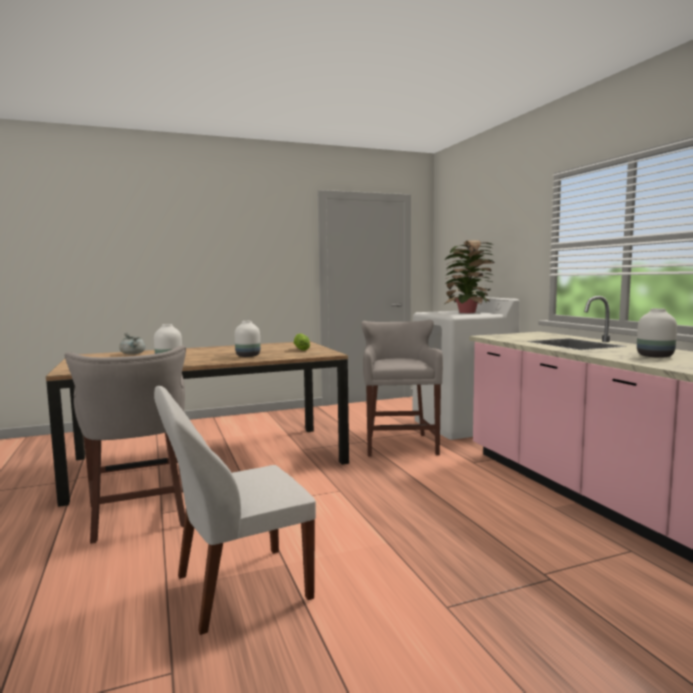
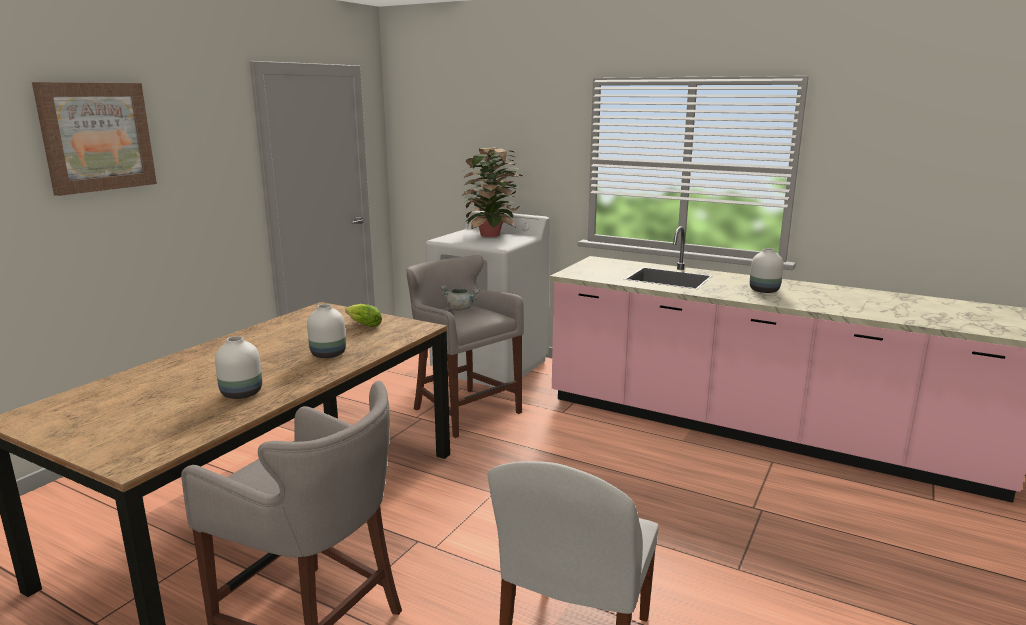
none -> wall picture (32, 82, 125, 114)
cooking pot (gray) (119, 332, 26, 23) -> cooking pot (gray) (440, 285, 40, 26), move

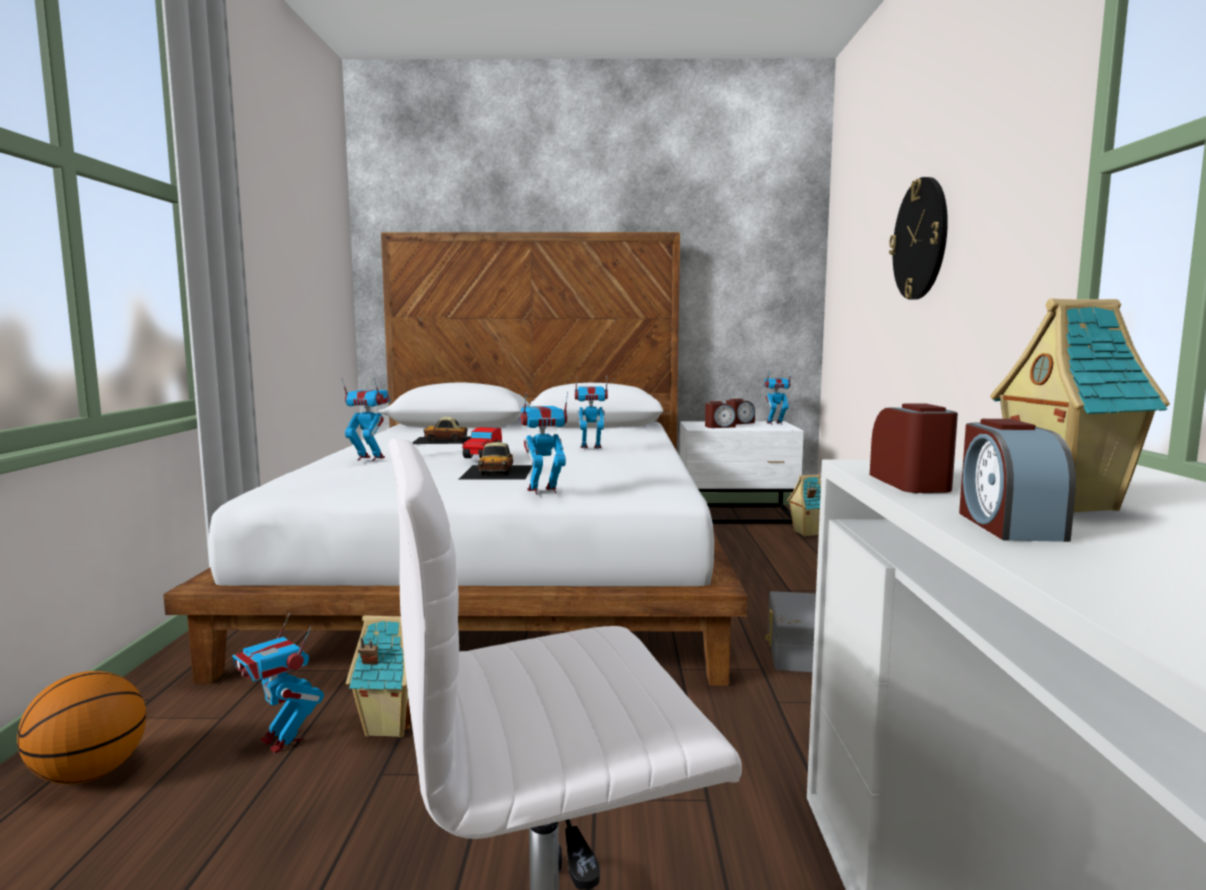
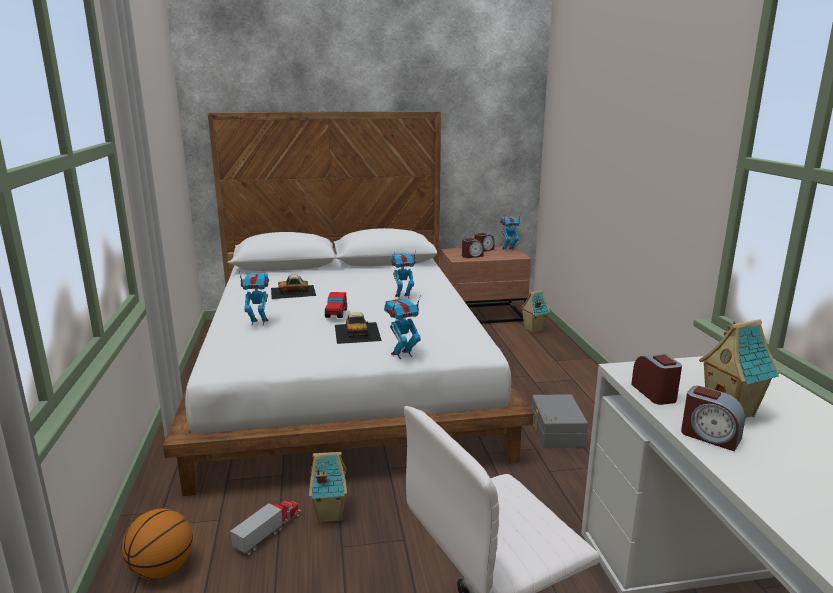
robot figure (232, 613, 92, 140) -> toy truck (230, 498, 71, 58)
night table (white-coloured) (679, 421, 125, 103) -> night table (brownish) (440, 246, 91, 78)
alarm clock (959, 419, 117, 123) -> alarm clock (681, 386, 65, 65), 45 degrees counterclockwise
wall clock (889, 177, 59, 123) -> none

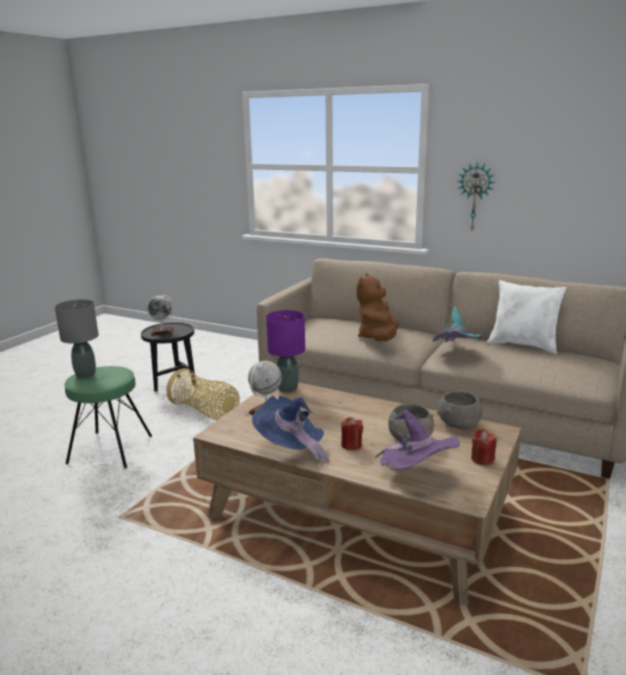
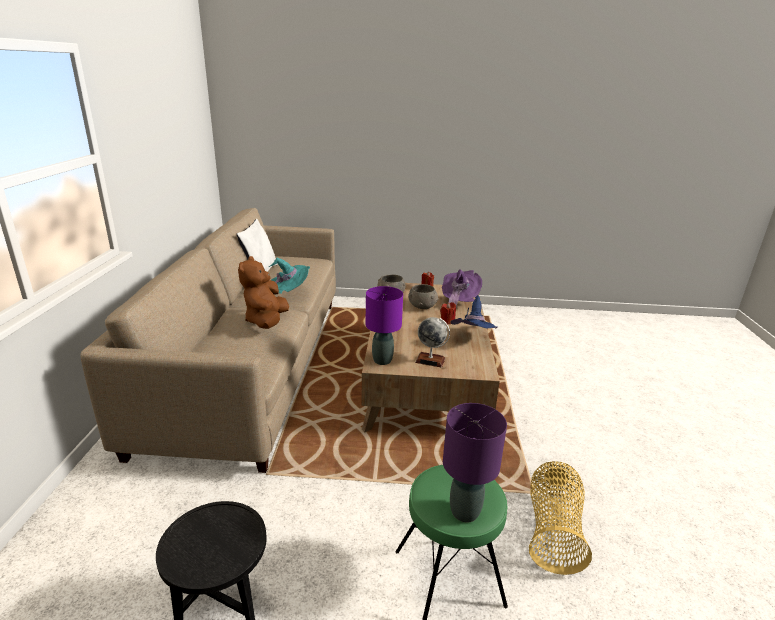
soft toy (brownish) (356, 273, 43, 68) -> soft toy (brownish) (238, 256, 51, 73), 105 degrees clockwise
lamp for a table (gray) (55, 299, 44, 79) -> lamp for a table (purple) (443, 403, 64, 120)
basket (166, 368, 74, 52) -> basket (529, 461, 63, 114), move
globe (147, 294, 27, 42) -> none
wall clock (457, 161, 38, 69) -> none

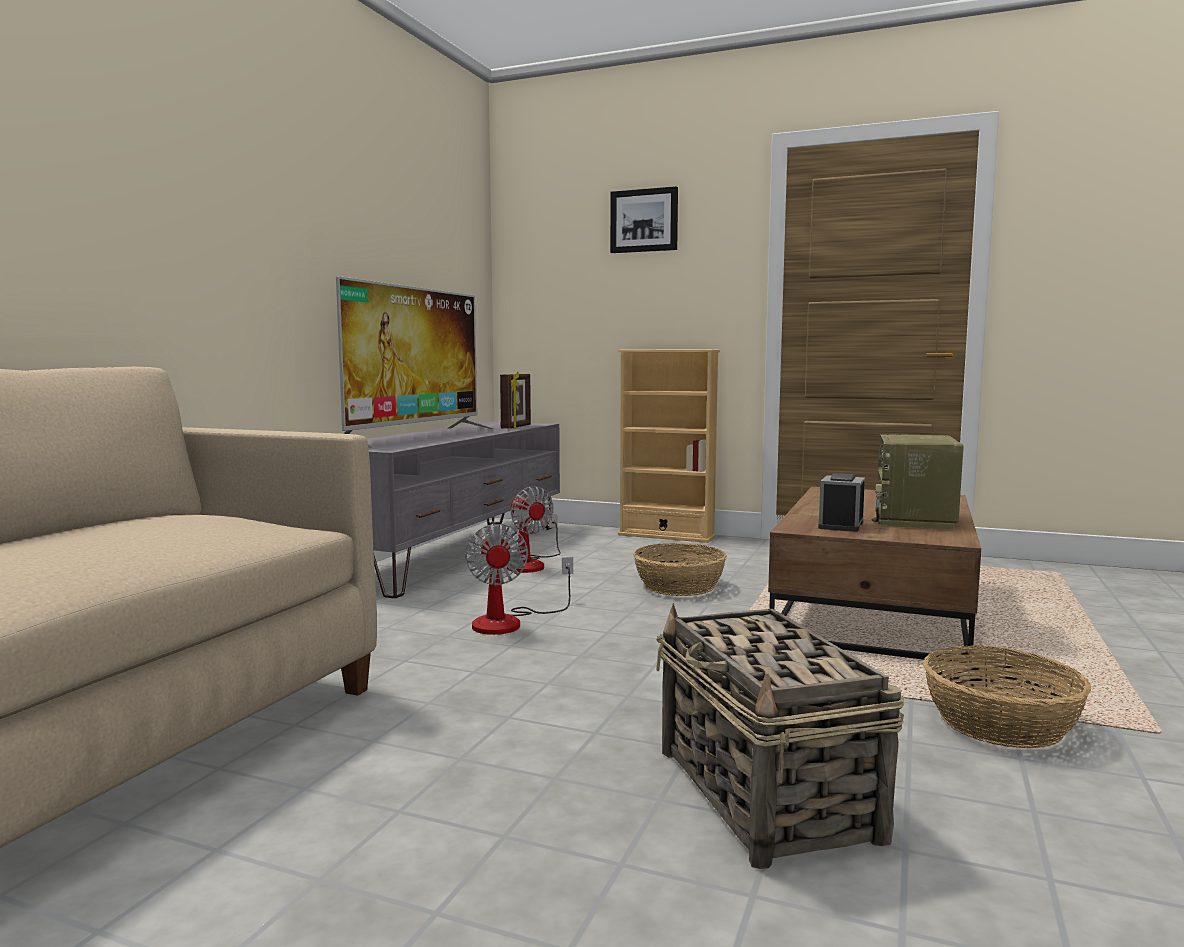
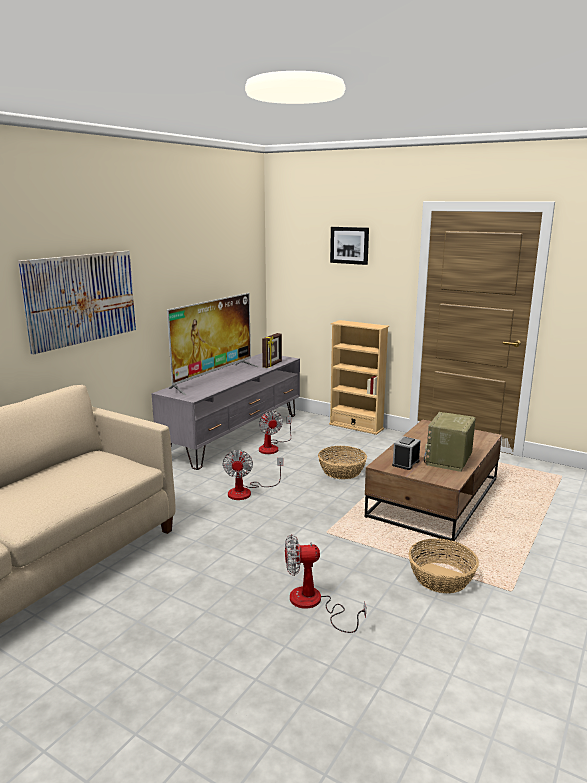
none -> wall picture (18, 251, 118, 104)
basket (656, 603, 249, 266) -> fan (285, 534, 81, 99)

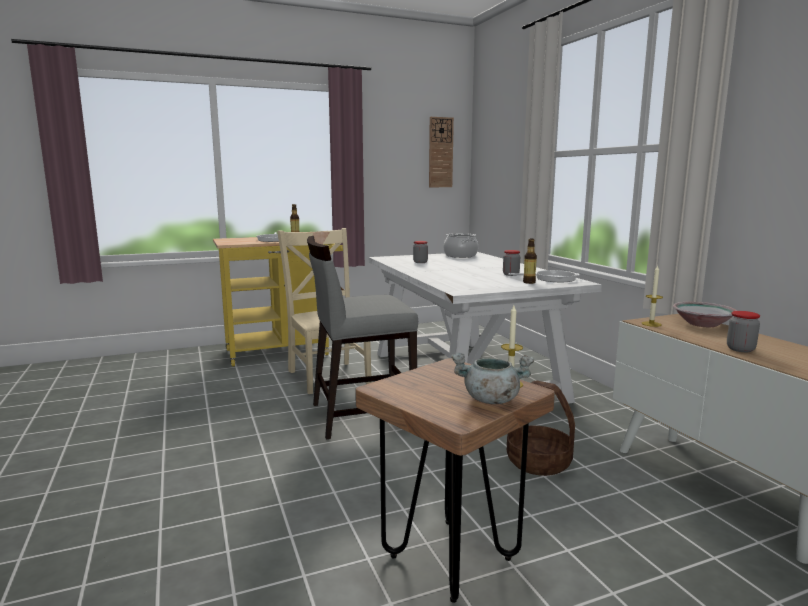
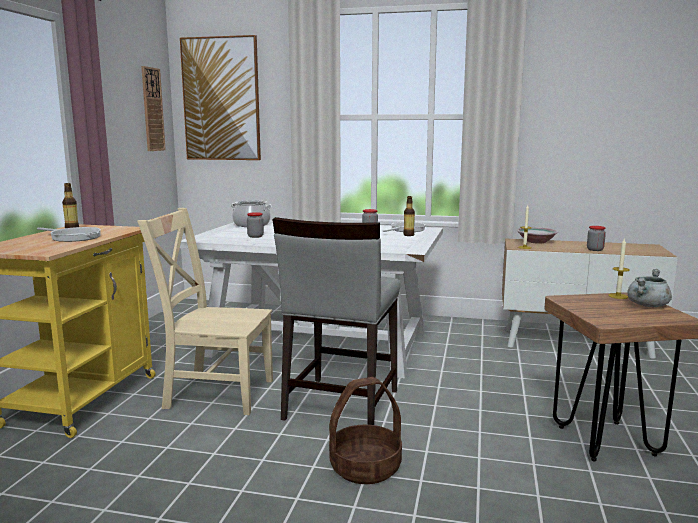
none -> wall picture (180, 35, 81, 125)
basket (507, 381, 68, 95) -> basket (329, 377, 73, 107), move

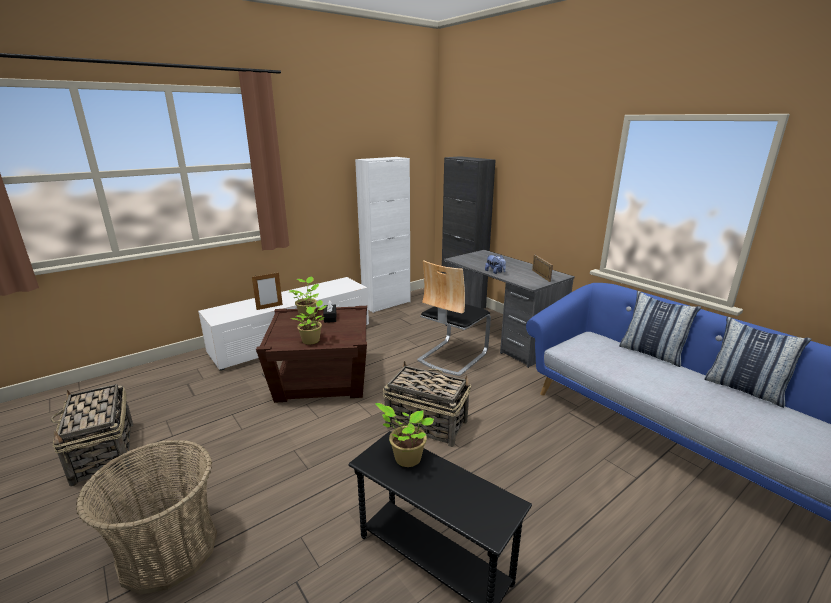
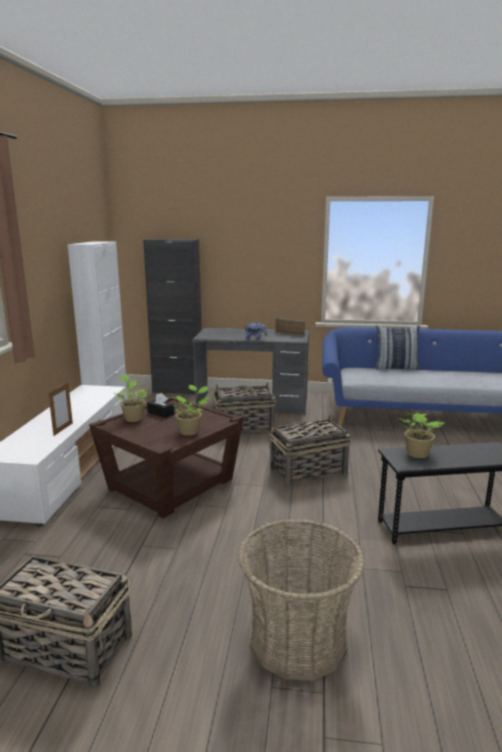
plain chair (417, 260, 74, 116) -> basket (213, 382, 63, 51)
cushion (704, 316, 107, 92) -> none

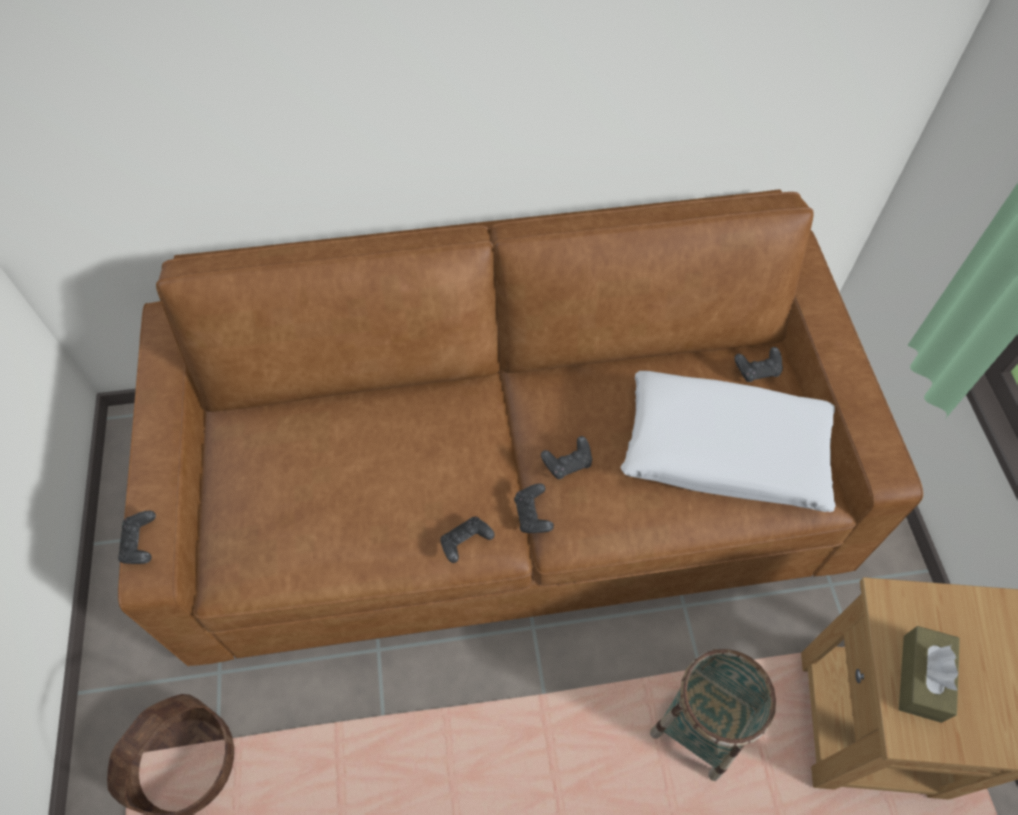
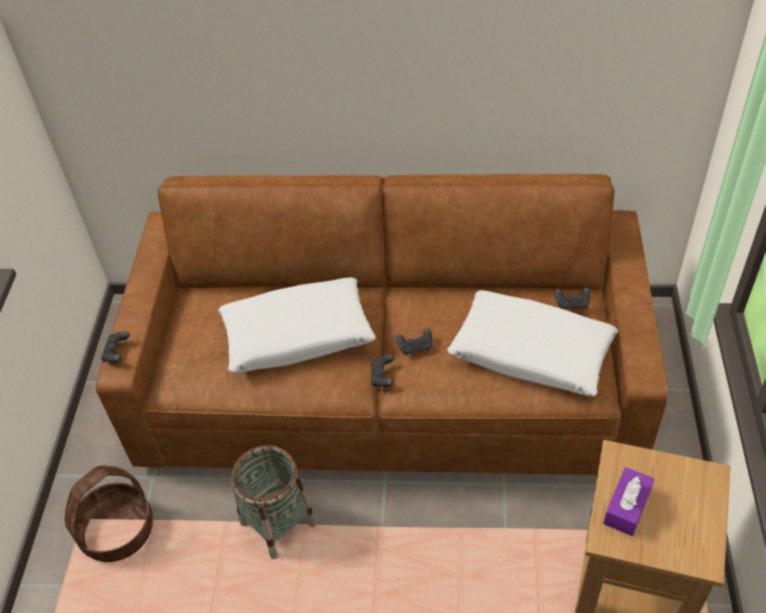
none -> cushion (white-coloured) (219, 277, 157, 95)
basket (650, 649, 126, 132) -> basket (231, 445, 86, 114), move
tissue holder (brownish) (899, 626, 61, 97) -> tissue holder (purple) (603, 467, 51, 69)
gamepad (black-coloured) (440, 516, 55, 47) -> none

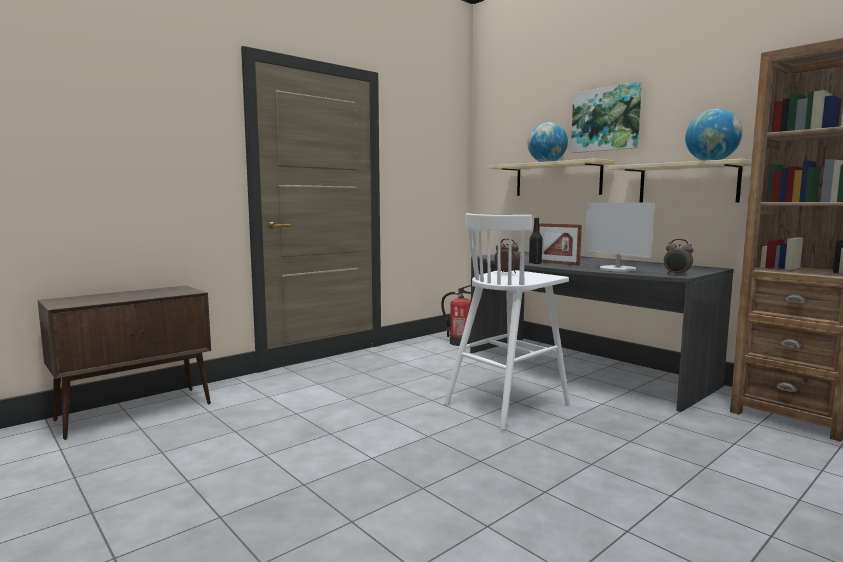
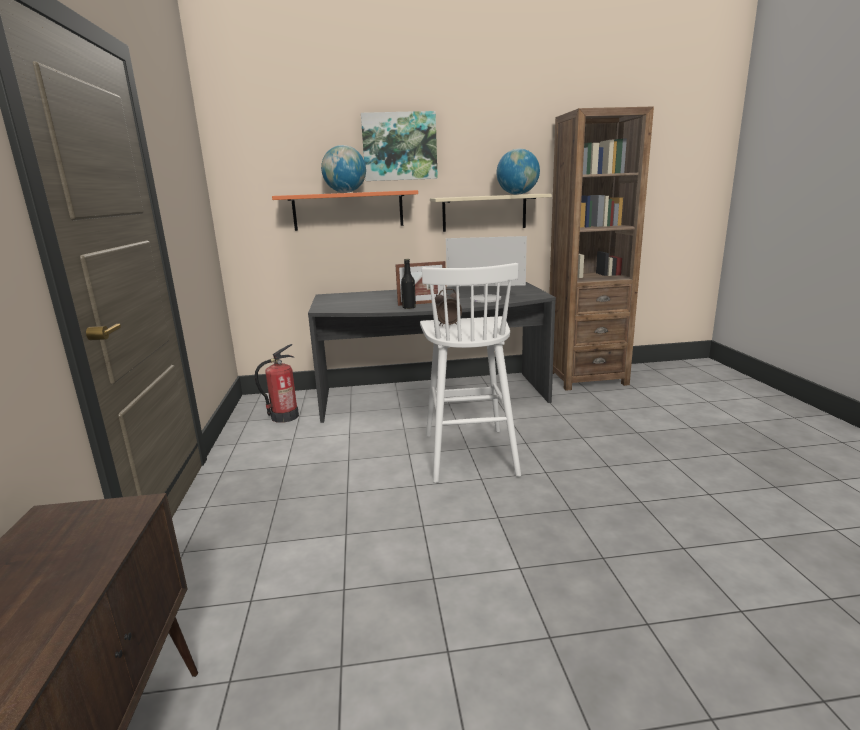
bracket shelf (beige-coloured) (489, 158, 126, 38) -> bracket shelf (orangey) (272, 190, 146, 41)
alarm clock (664, 239, 29, 37) -> none

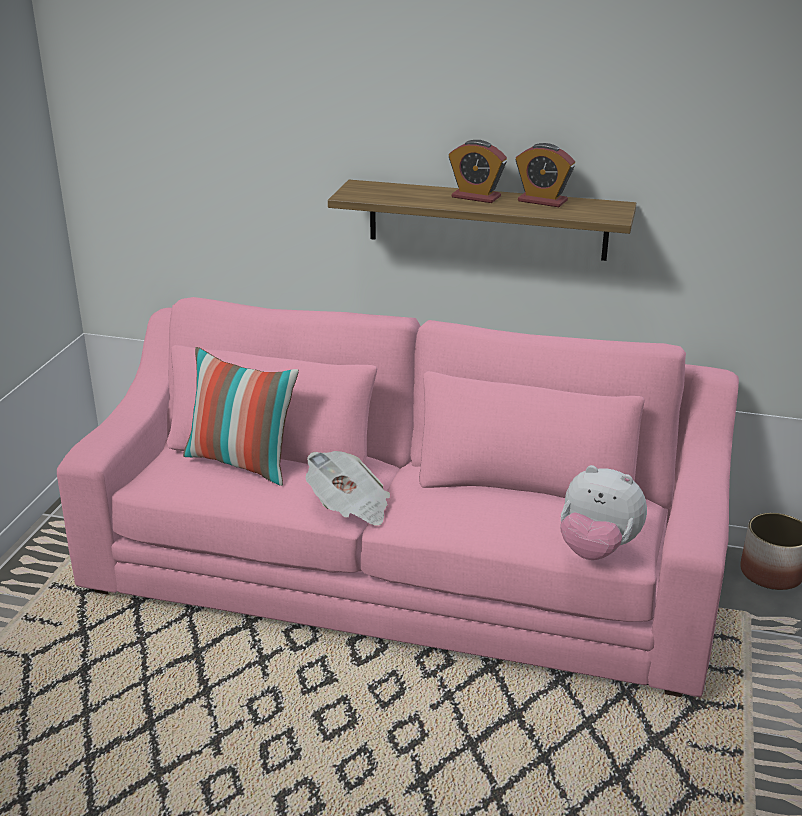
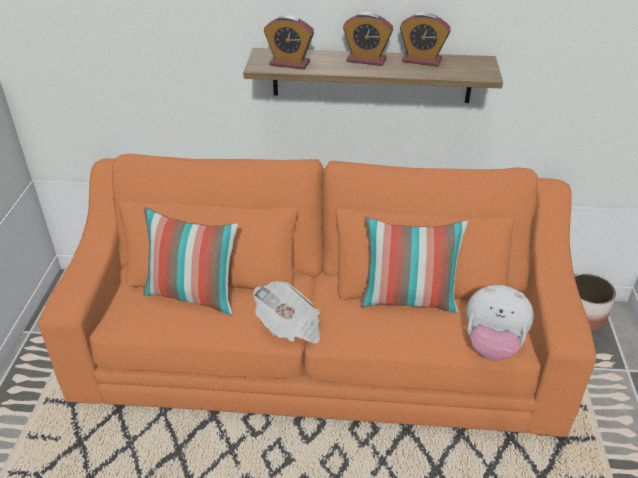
sofa (pink) (57, 297, 682, 400) -> sofa (orangey) (38, 154, 558, 283)
none -> alarm clock (264, 15, 50, 54)
none -> cushion (361, 217, 107, 96)

